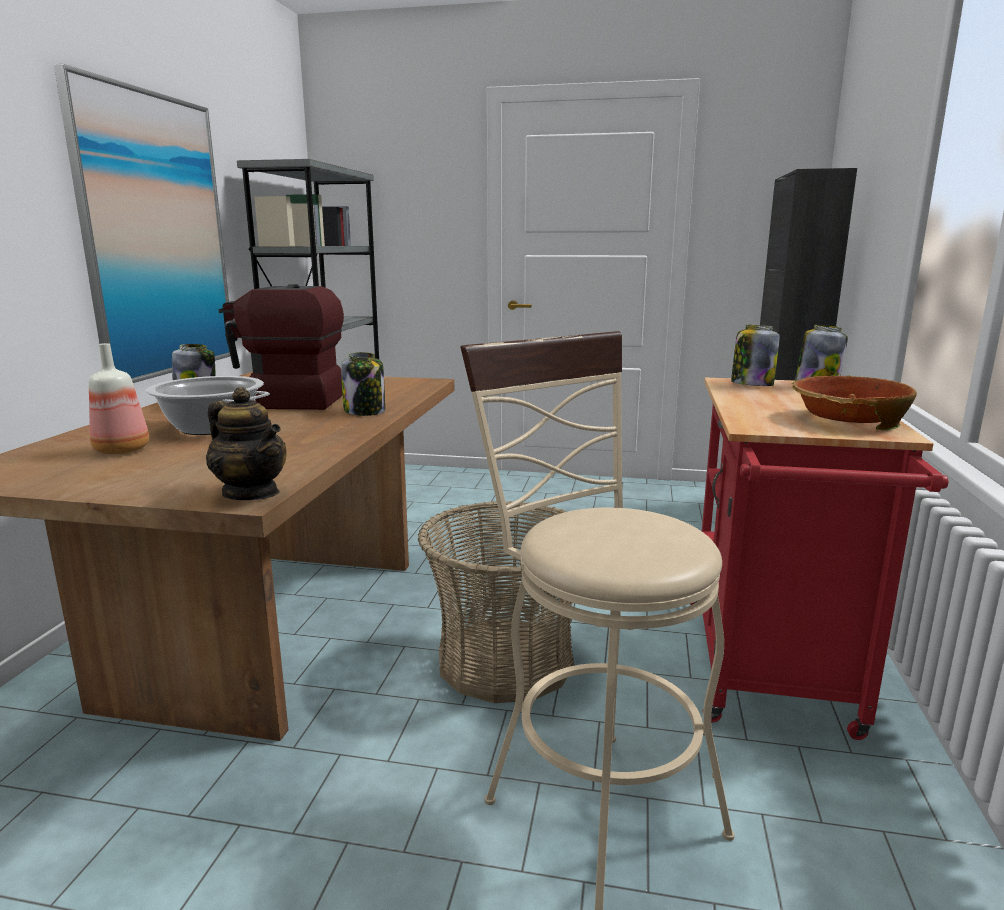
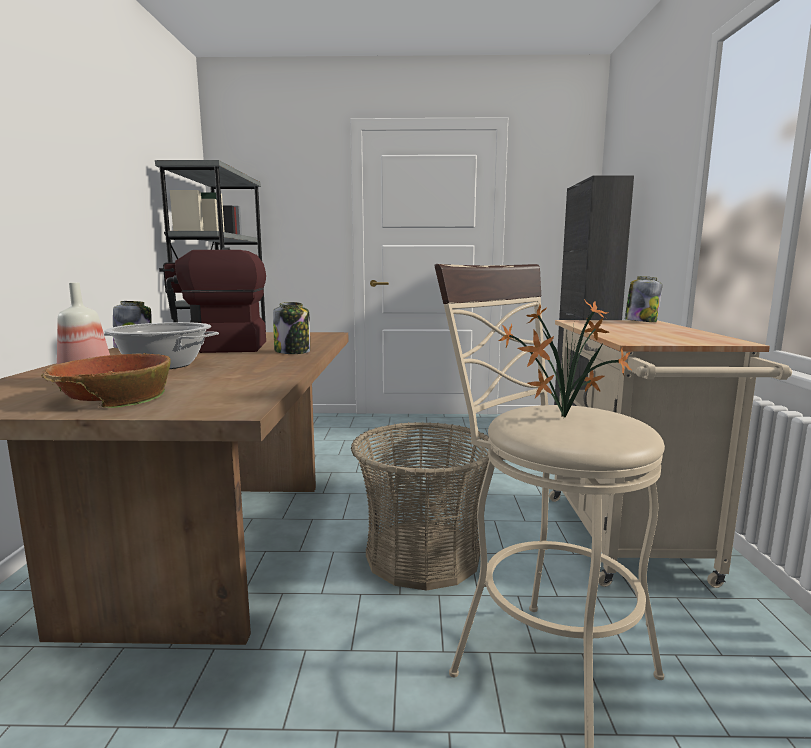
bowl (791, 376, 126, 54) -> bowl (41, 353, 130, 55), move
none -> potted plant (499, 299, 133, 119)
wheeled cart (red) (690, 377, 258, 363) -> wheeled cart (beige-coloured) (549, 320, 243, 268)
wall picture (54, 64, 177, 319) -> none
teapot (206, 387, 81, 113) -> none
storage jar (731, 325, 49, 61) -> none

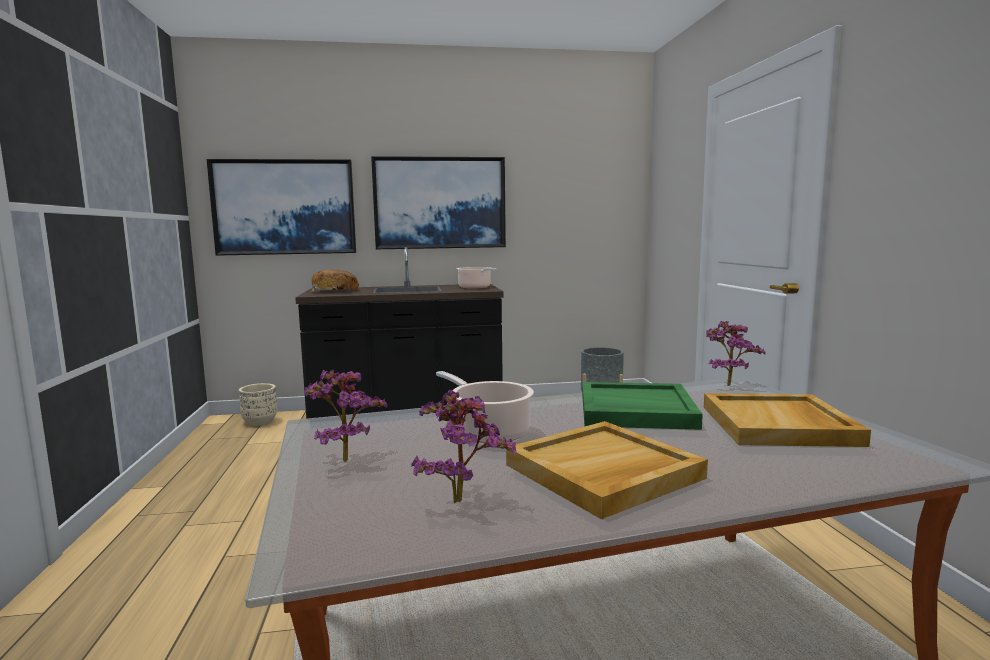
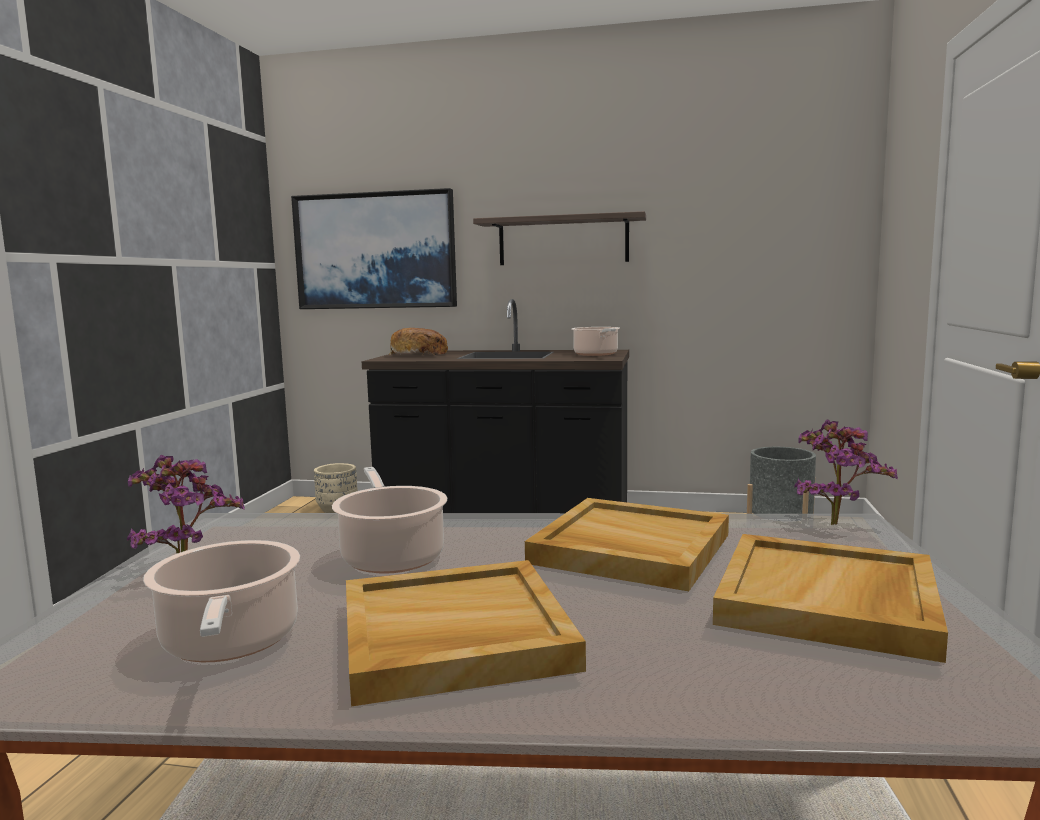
potted plant (411, 390, 105, 113) -> cooking pot (143, 540, 157, 122)
wall picture (371, 156, 135, 93) -> bracket shelf (473, 211, 173, 54)
serving tray (green) (582, 382, 121, 48) -> serving tray (beige-coloured) (525, 498, 204, 93)

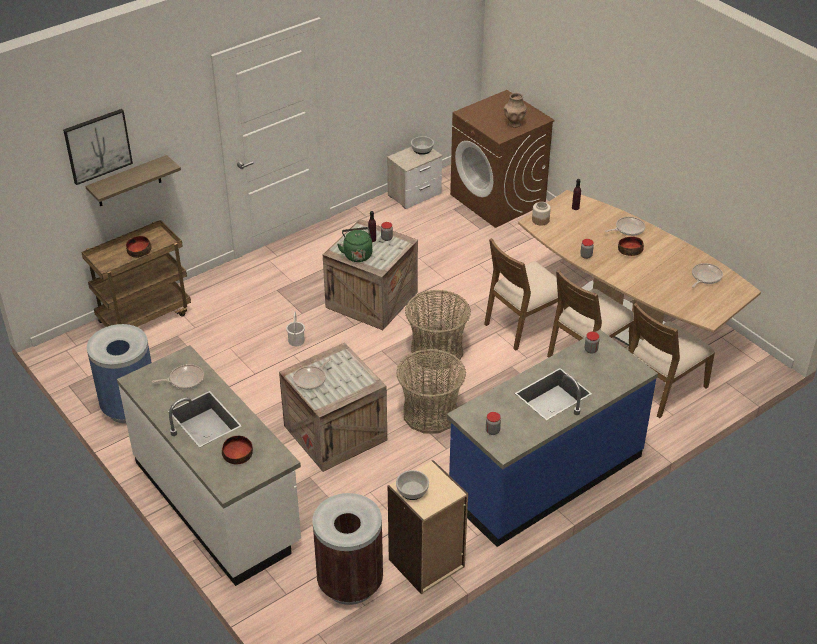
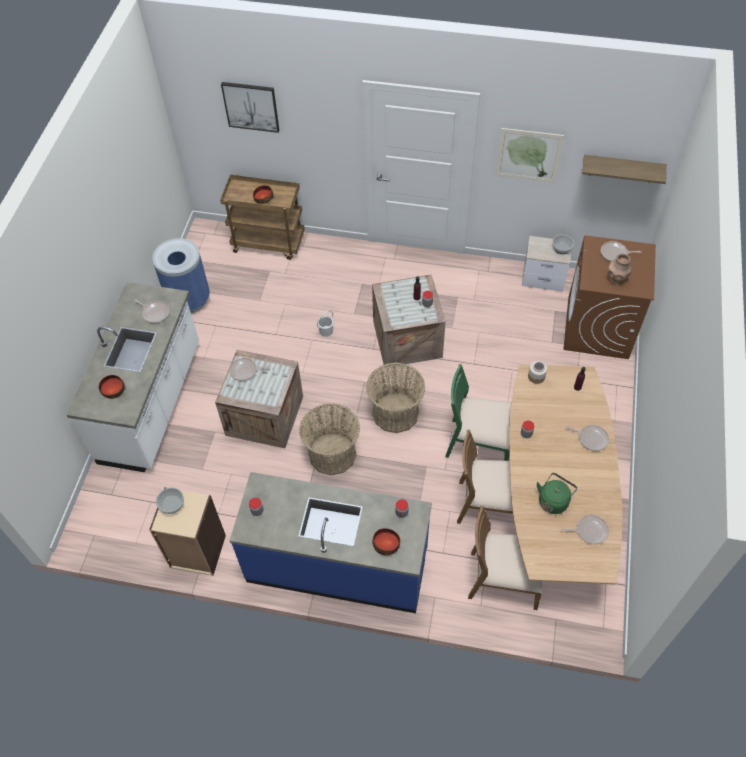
bowl (618, 237, 26, 19) -> bowl (373, 528, 27, 27), move
plain chair (brownish) (484, 238, 85, 113) -> plain chair (green) (445, 364, 66, 97)
none -> wall picture (495, 128, 70, 55)
water kettle (green) (337, 227, 35, 35) -> water kettle (green) (537, 473, 40, 41), move
bracket shelf (85, 155, 96, 51) -> bracket shelf (582, 155, 85, 29), move
none -> pan (601, 241, 40, 20)
trash can (brownish) (312, 493, 71, 112) -> none

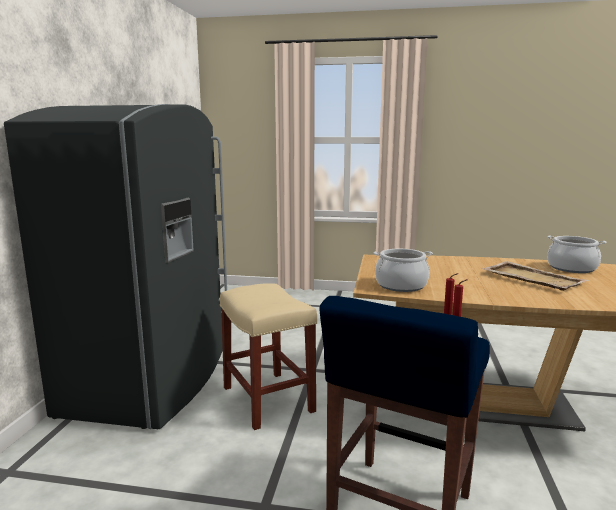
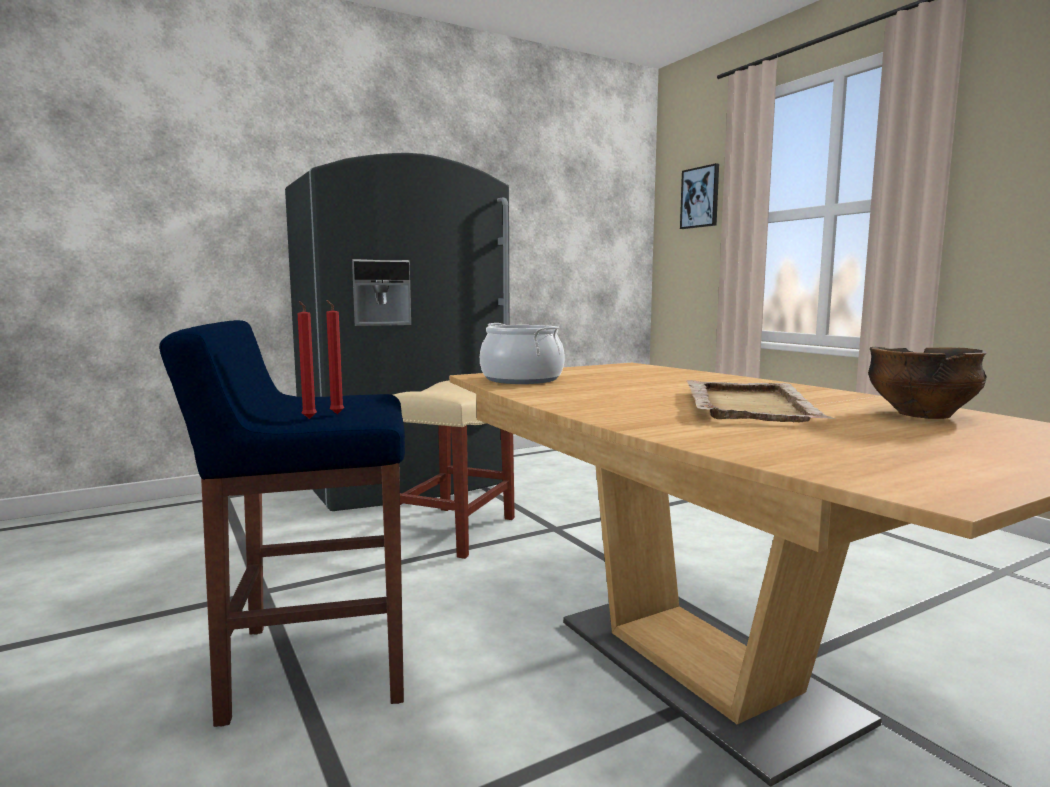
none -> wall picture (680, 163, 39, 66)
cooking pot (547, 235, 59, 38) -> bowl (868, 347, 118, 72)

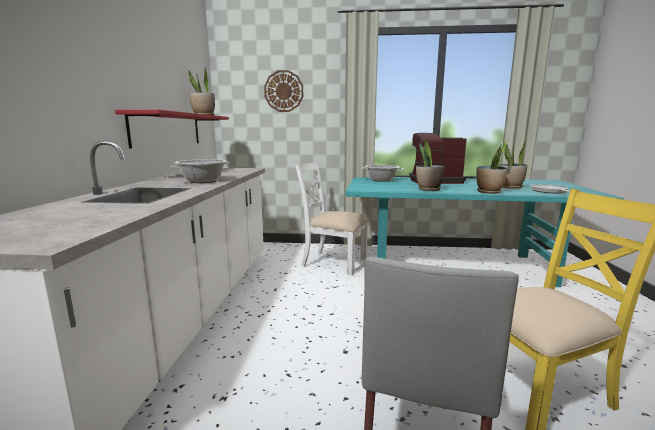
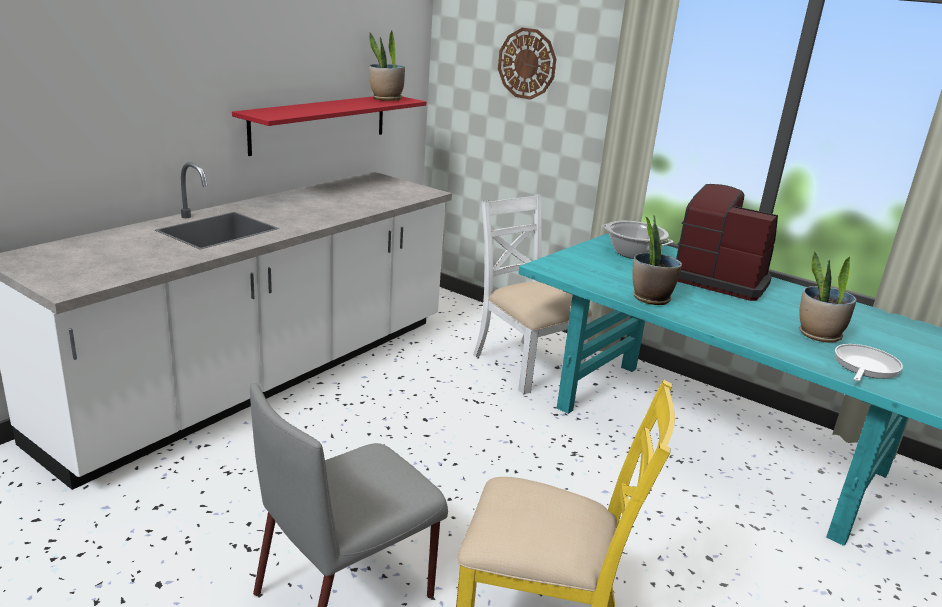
cooking pot (171, 159, 59, 24) -> none
potted plant (476, 140, 32, 54) -> none

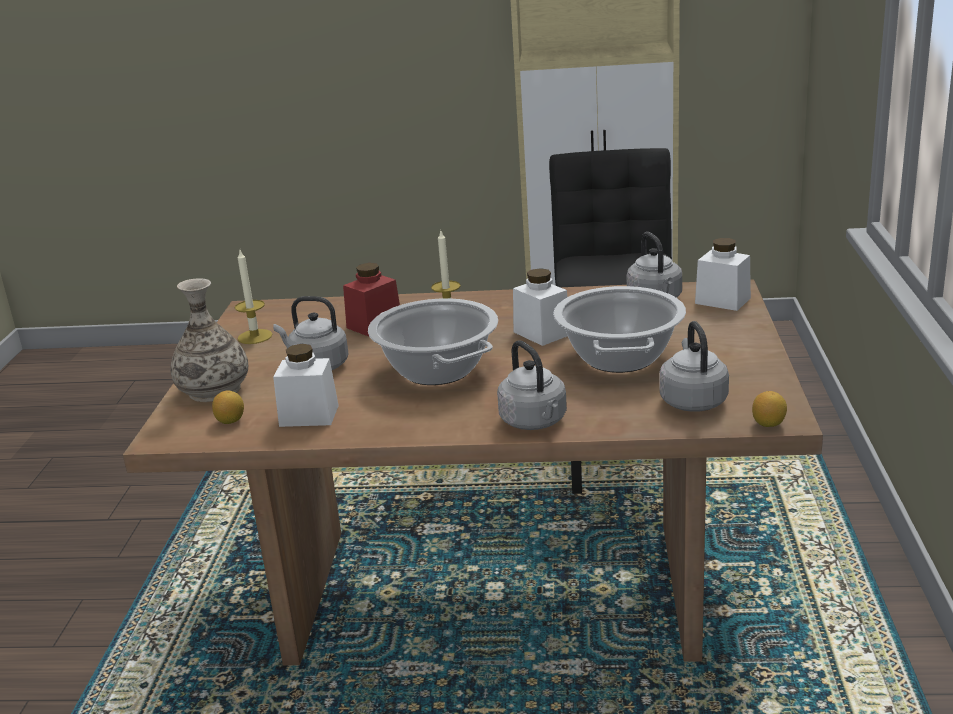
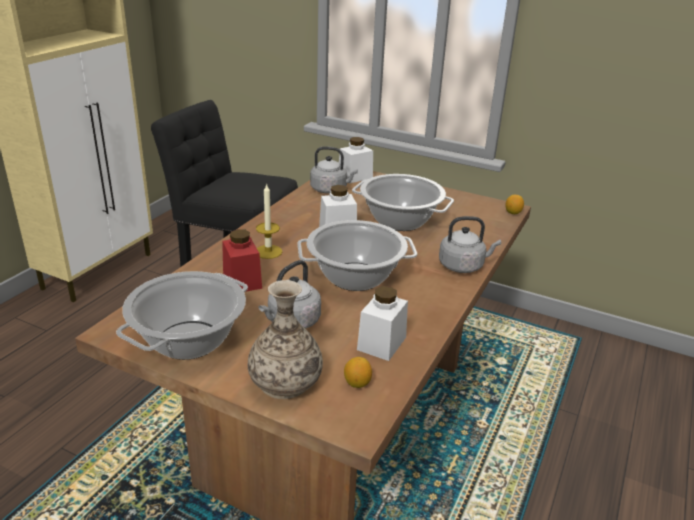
wax light (235, 250, 38, 94) -> cooking pot (116, 271, 132, 89)
water kettle (gray) (659, 321, 70, 91) -> none

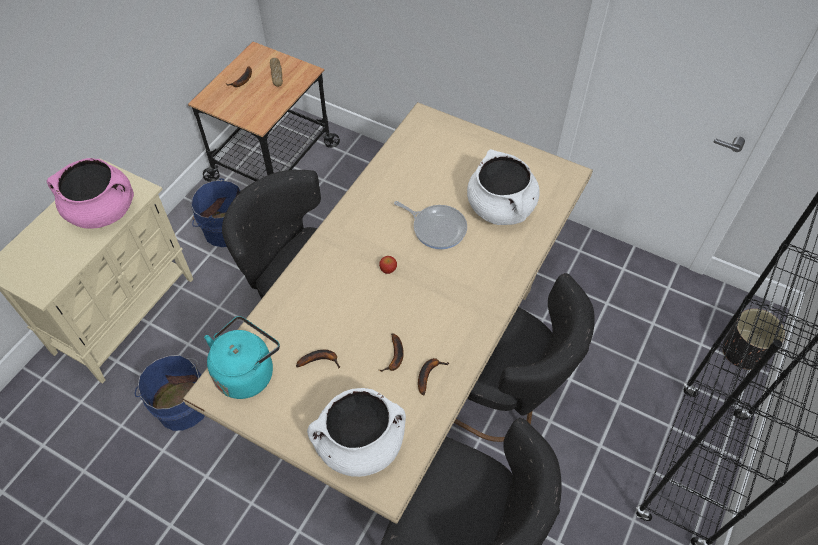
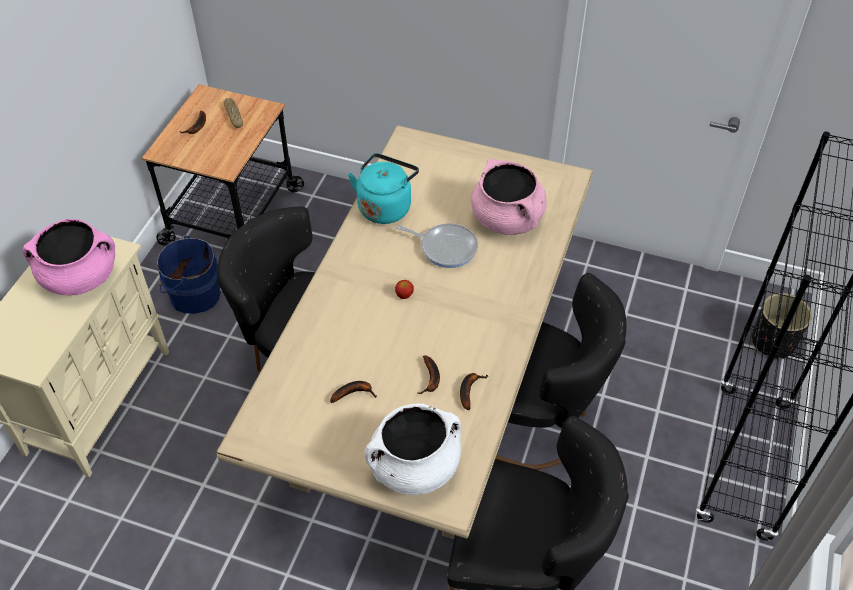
water kettle (blue-green) (204, 316, 76, 83) -> water kettle (blue-green) (348, 153, 71, 71), move
cooking pot (white-coloured) (467, 149, 73, 76) -> cooking pot (pink) (471, 159, 76, 76)
pail (blue) (135, 355, 70, 76) -> none

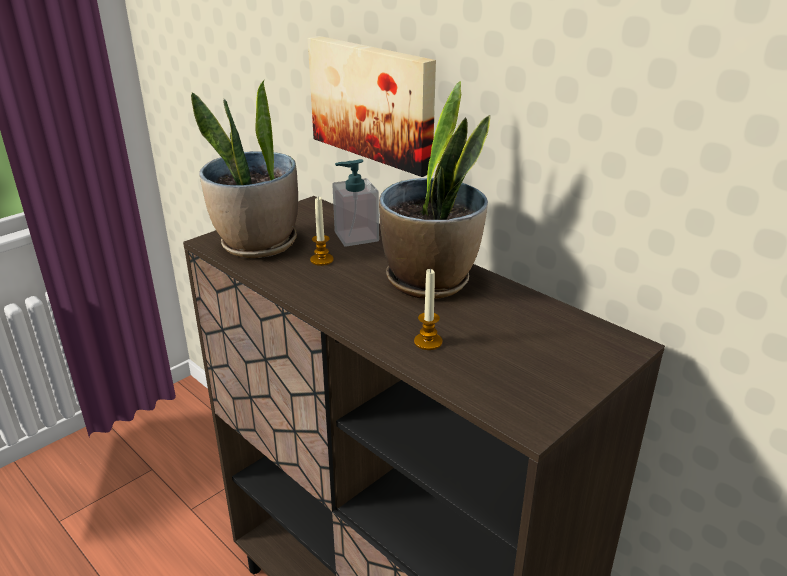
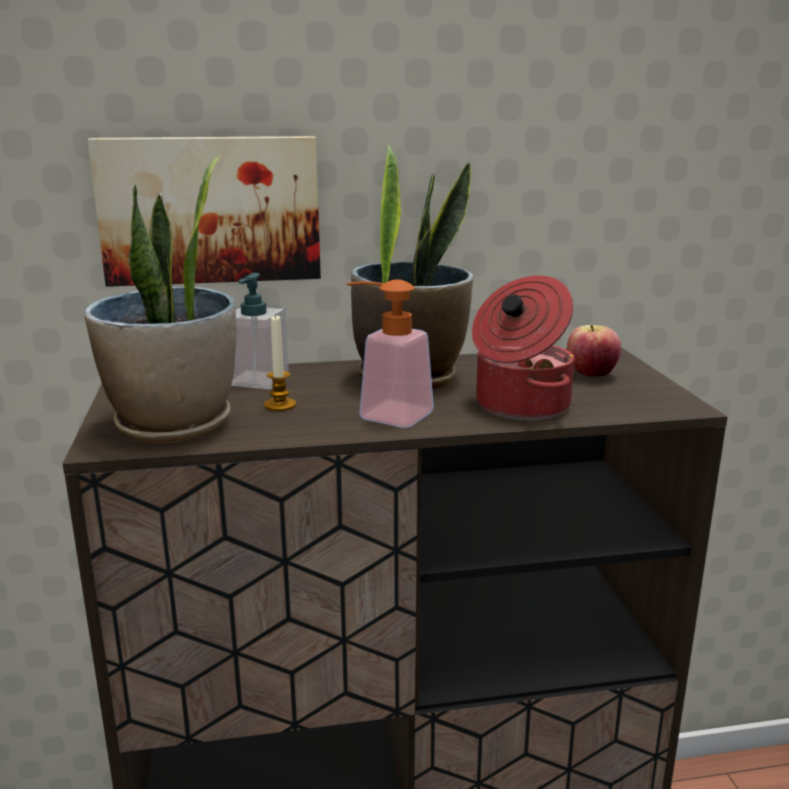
none -> soap dispenser (347, 279, 87, 149)
wax light (414, 268, 28, 82) -> cooking pot (472, 275, 102, 145)
none -> whole apple (567, 324, 54, 53)

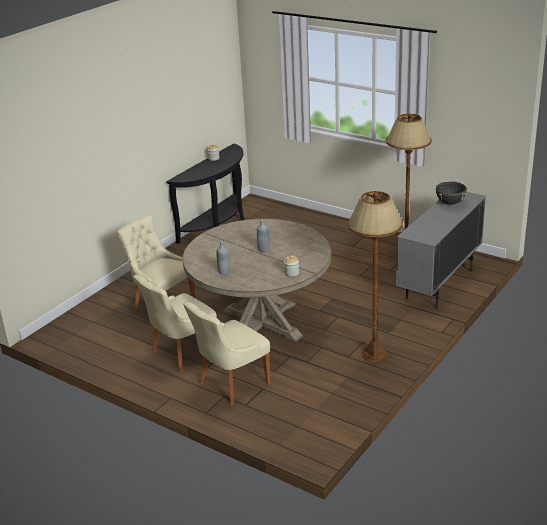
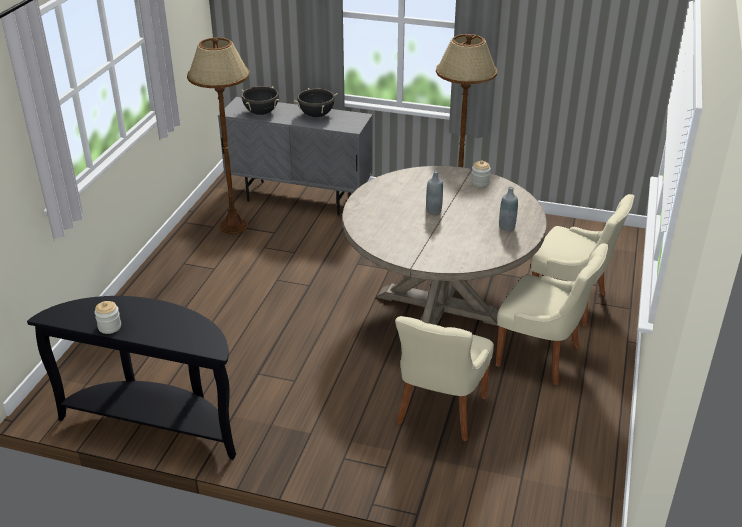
none -> cooking pot (black-coloured) (294, 88, 44, 29)

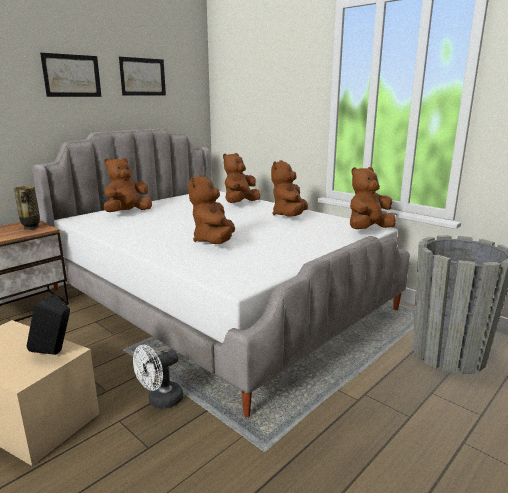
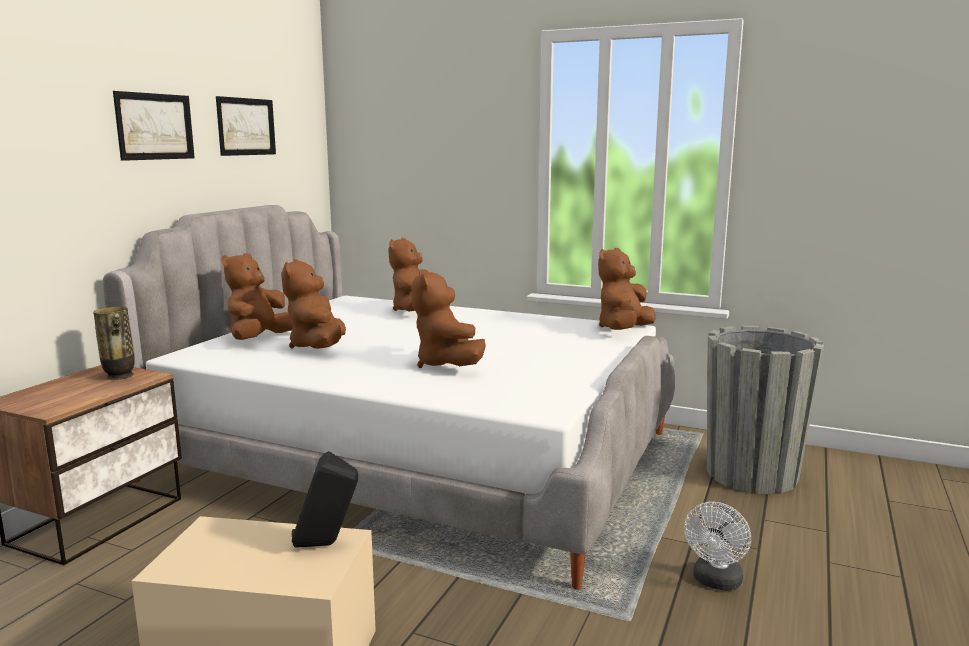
soft toy (brownish) (271, 160, 37, 57) -> soft toy (brownish) (281, 259, 65, 90), move
fan (white-coloured) (133, 345, 50, 64) -> fan (white-coloured) (684, 502, 67, 89), move

